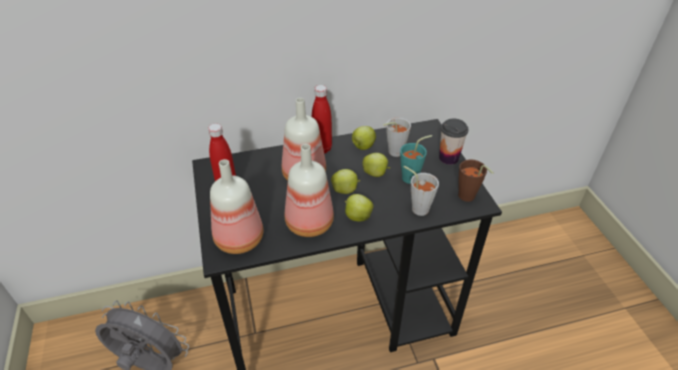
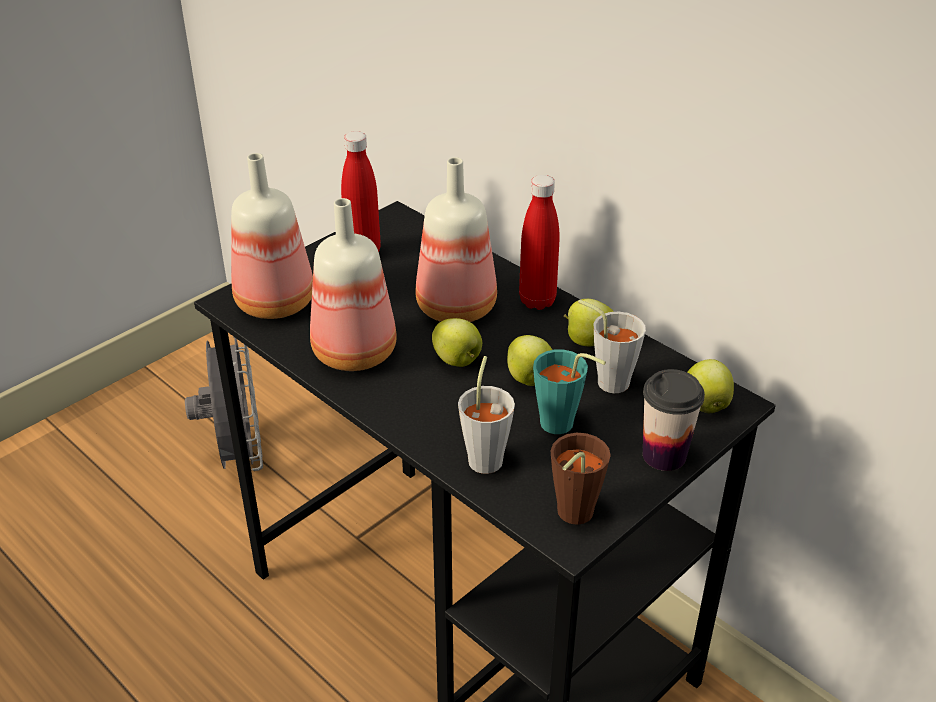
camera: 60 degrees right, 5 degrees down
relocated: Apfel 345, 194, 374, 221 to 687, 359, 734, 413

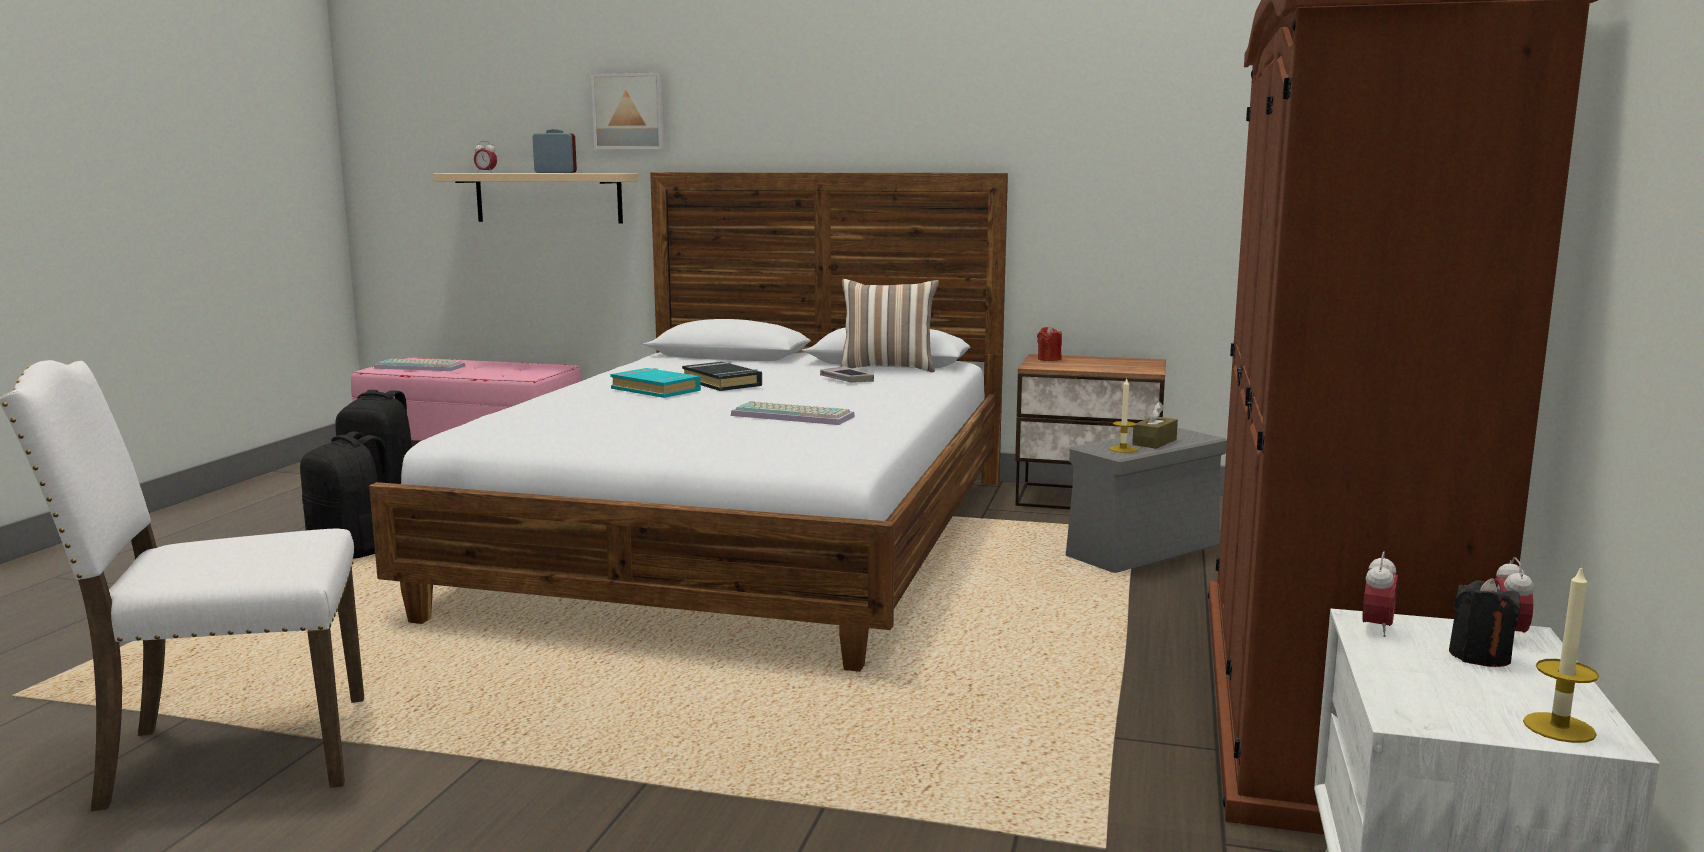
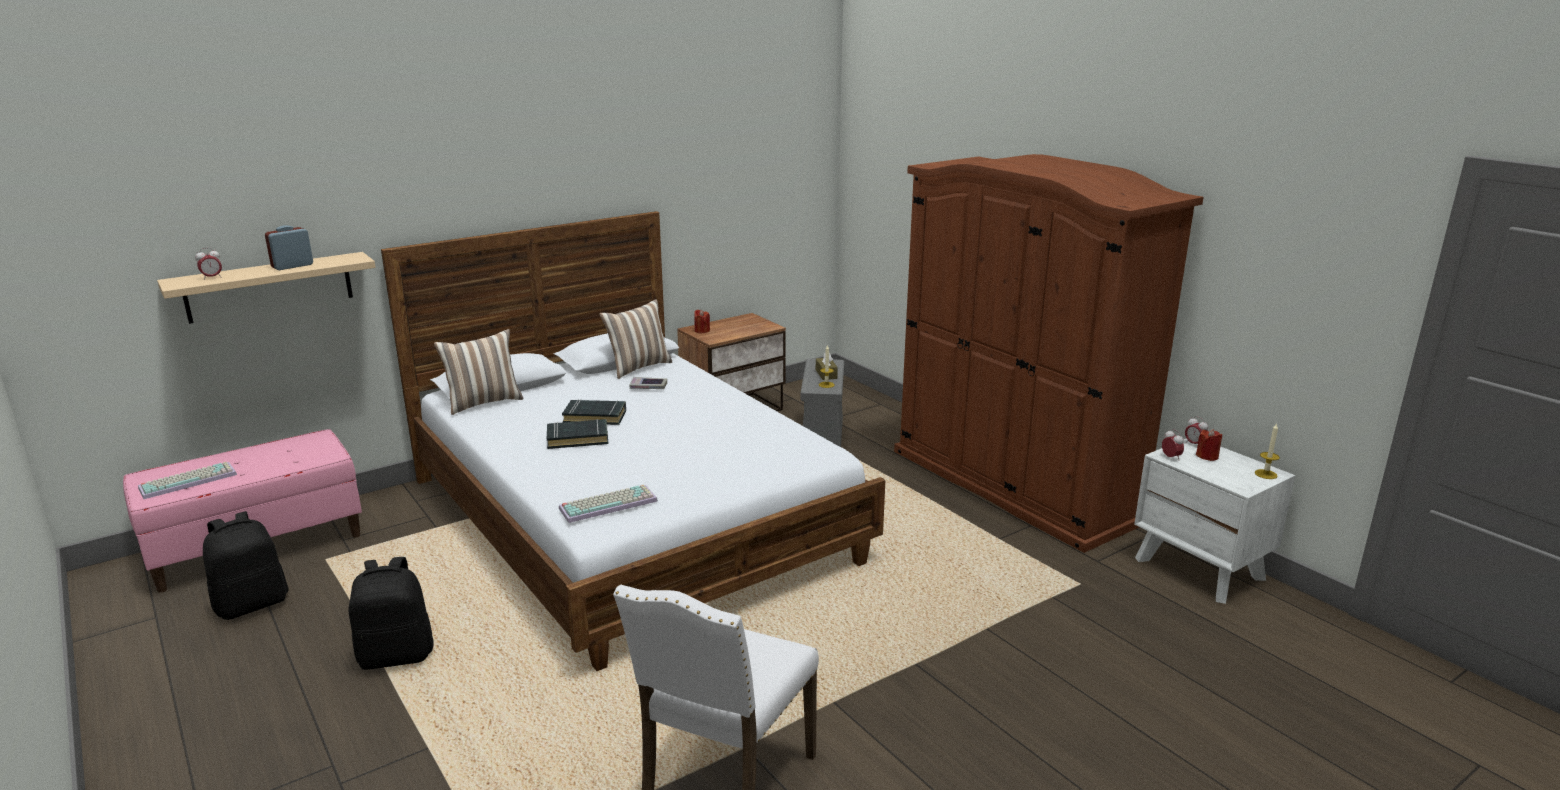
camera: 50 degrees left, 10 degrees up
missing: Bild 591, 73, 665, 150
appeared: Kissen 434, 329, 524, 415
relocated: Tastatur 731, 401, 855, 425 to 559, 484, 658, 523
colour: Buch [türkis] 610, 368, 701, 398 to Buch [schwarz] 547, 419, 609, 449; Kerze [schwarz] 1449, 578, 1521, 667 to Kerze [rot] 1196, 429, 1222, 461

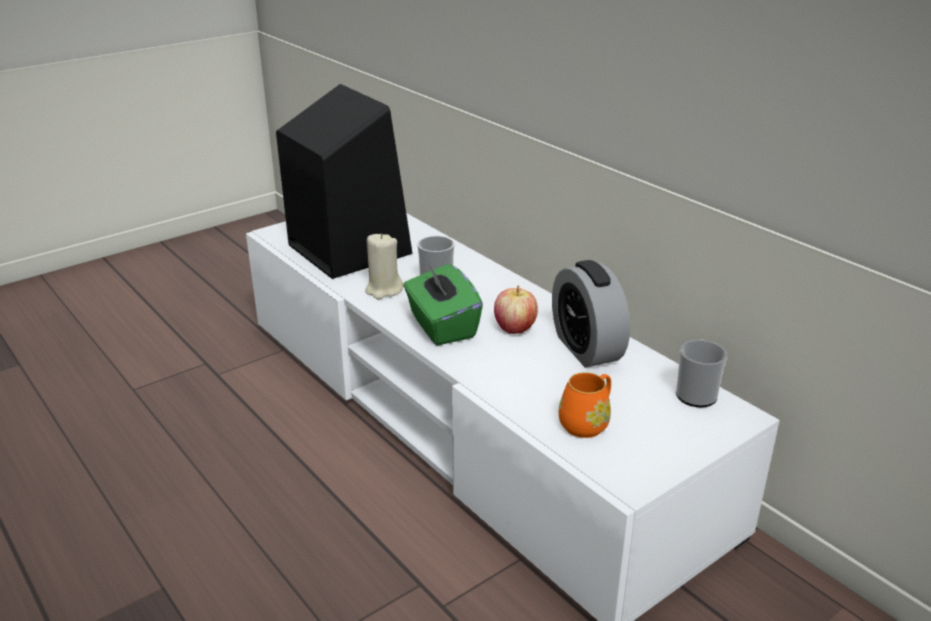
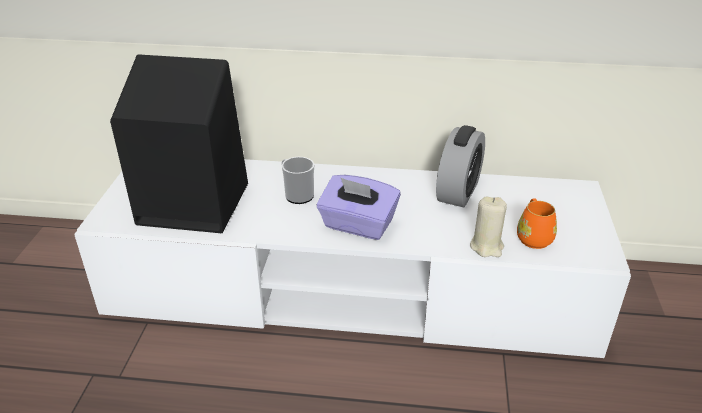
camera: 45 degrees left, 5 degrees up
missing: Apfel 494, 285, 538, 334; Henkelbecher 676, 339, 727, 407
relocated: Kerze [beige] 365, 233, 404, 299 to 470, 197, 507, 257
colour: Taschentuchbox [grün] 403, 261, 483, 346 to Taschentuchbox [lila] 317, 175, 401, 240
spun: Wecker 552, 260, 630, 368 = 436, 125, 485, 208 90 degrees counterclockwise

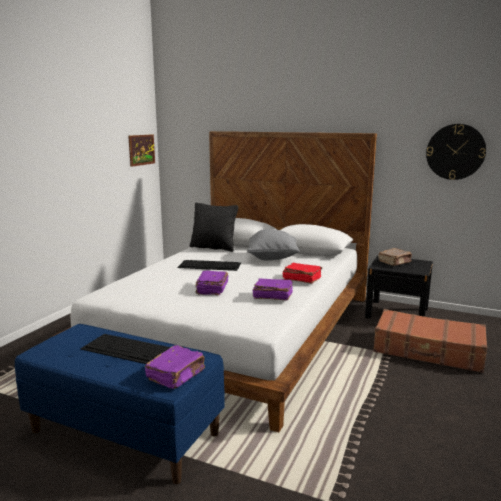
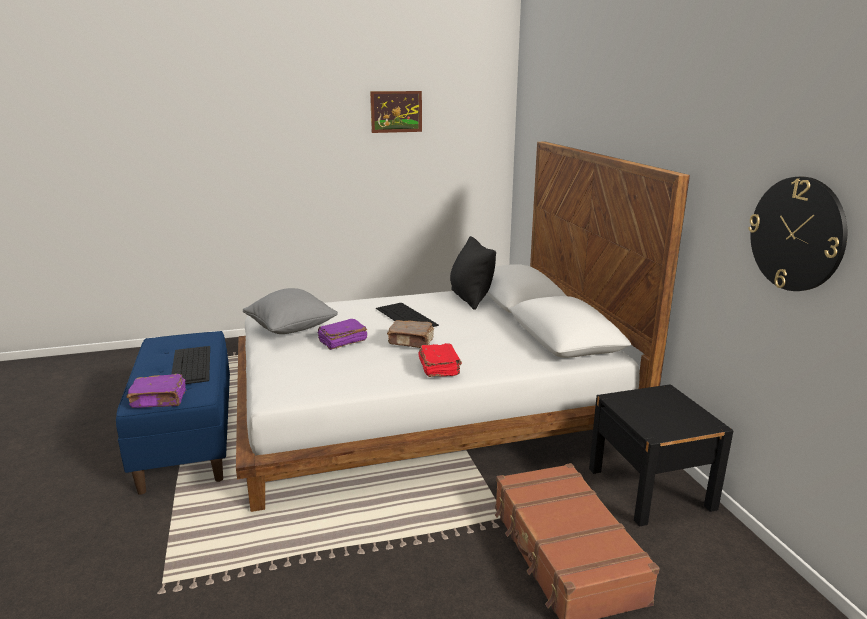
camera: 50 degrees right, 5 degrees up
missing: Buch [lila] 252, 278, 293, 300
relocated: Kissen [grau] 247, 229, 300, 261 to 243, 288, 338, 334; Bild 128, 134, 155, 167 to 370, 91, 422, 133; Buch [braun] 379, 248, 412, 266 to 387, 320, 434, 348

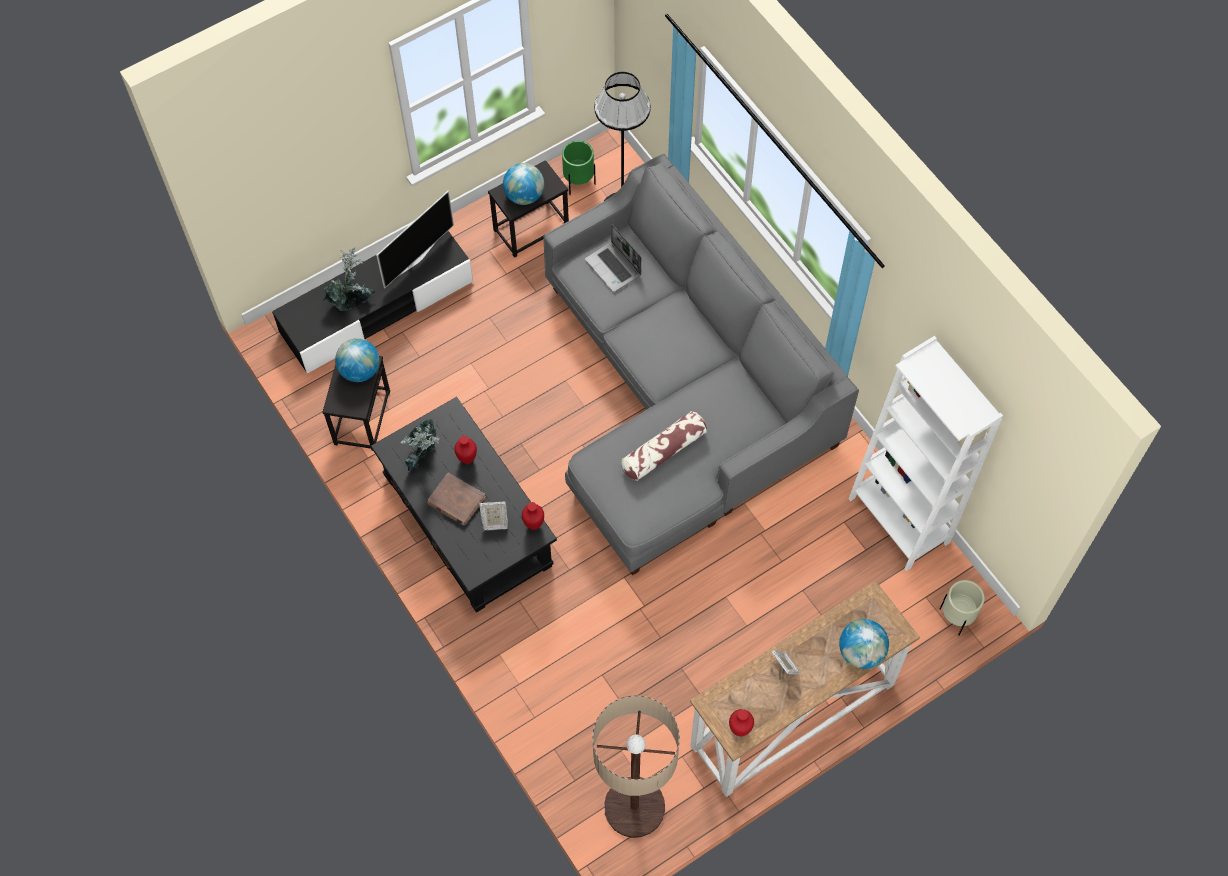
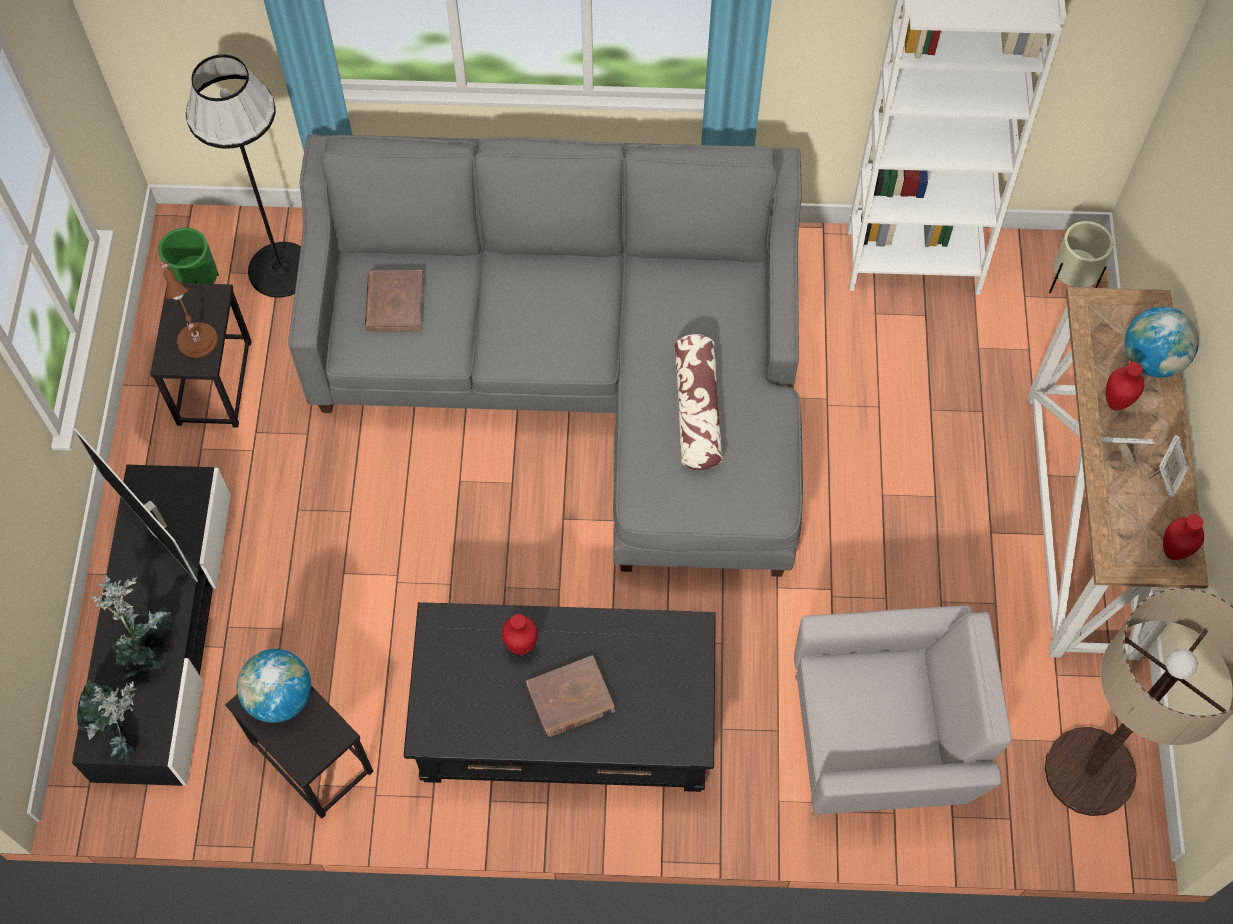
camera: 55 degrees left, 0 degrees up
appeared: Sessel [grau] 794, 606, 1012, 819
relocated: Topfpflanze 401, 419, 440, 471 to 77, 680, 137, 764; Vase [rot] 522, 502, 544, 530 to 1106, 362, 1144, 410; Bilderrahmen 479, 501, 508, 530 to 1148, 435, 1189, 497
exchanged: Globus 503, 163, 544, 205 to Tischlampe [braun] 161, 261, 218, 358; Laptop 585, 224, 641, 292 to Buch [braun] 365, 270, 423, 332
spun: Fernseher 376, 191, 454, 289 = 74, 428, 198, 582 150 degrees clockwise

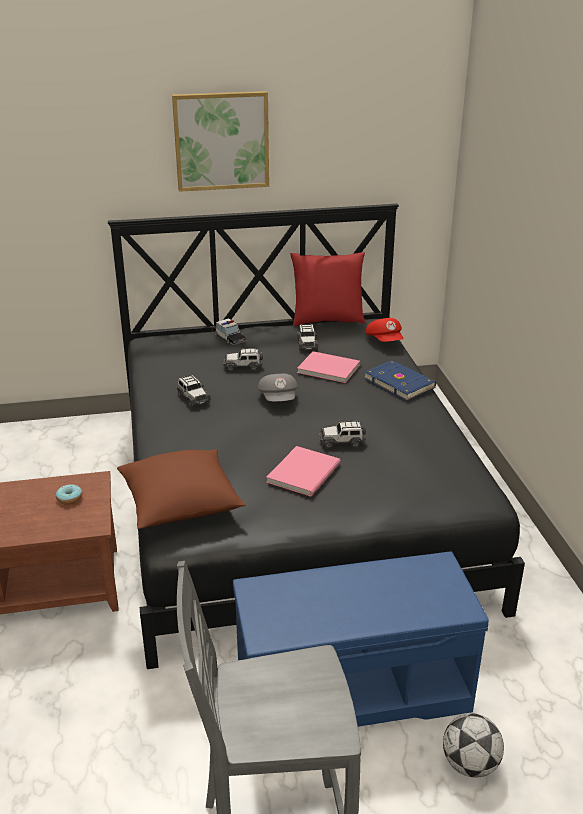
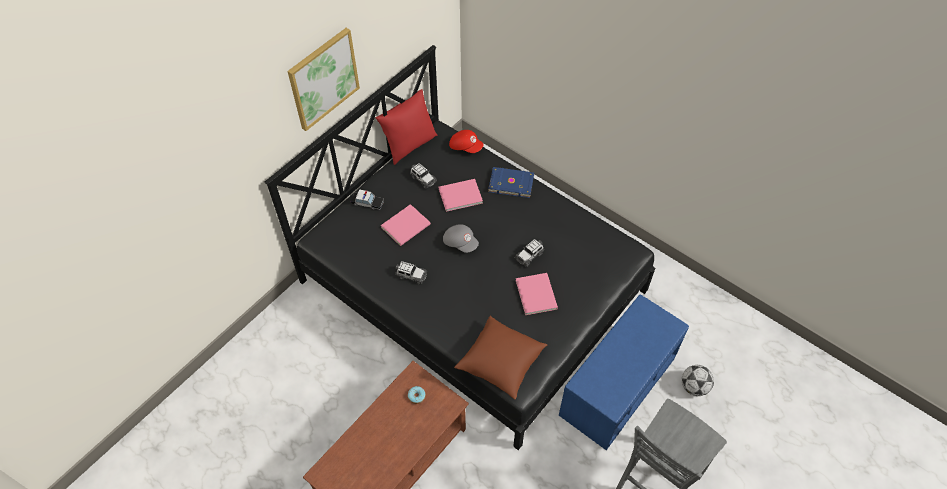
camera: 40 degrees left, 25 degrees up
exchanged: Spielzeugauto 223, 348, 263, 371 to Buch [rosa] 381, 204, 431, 246

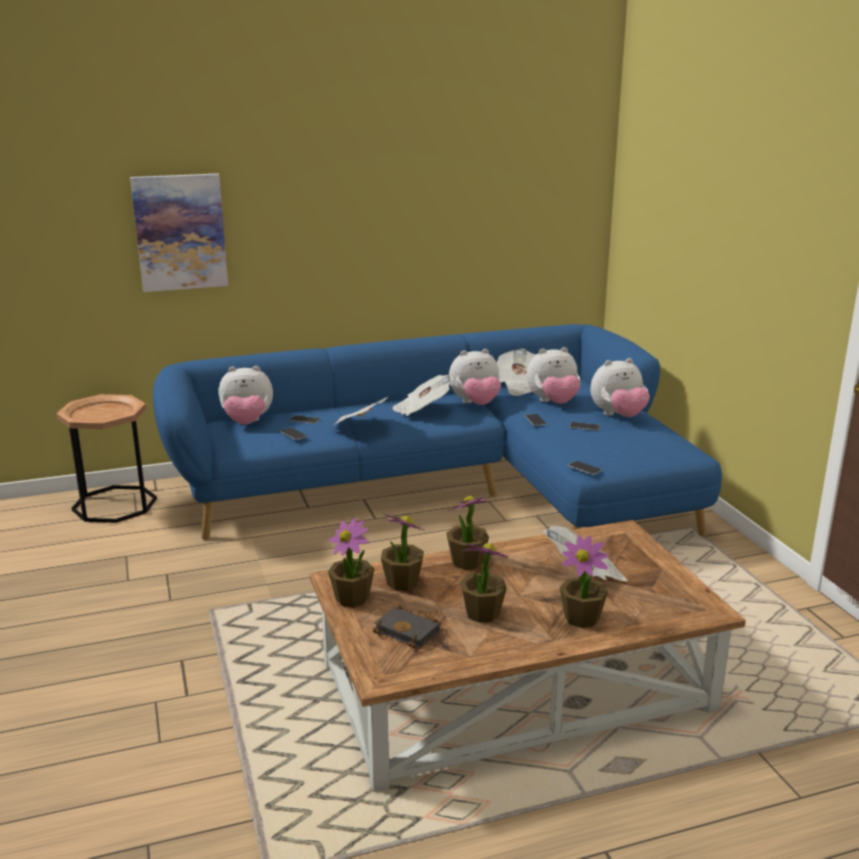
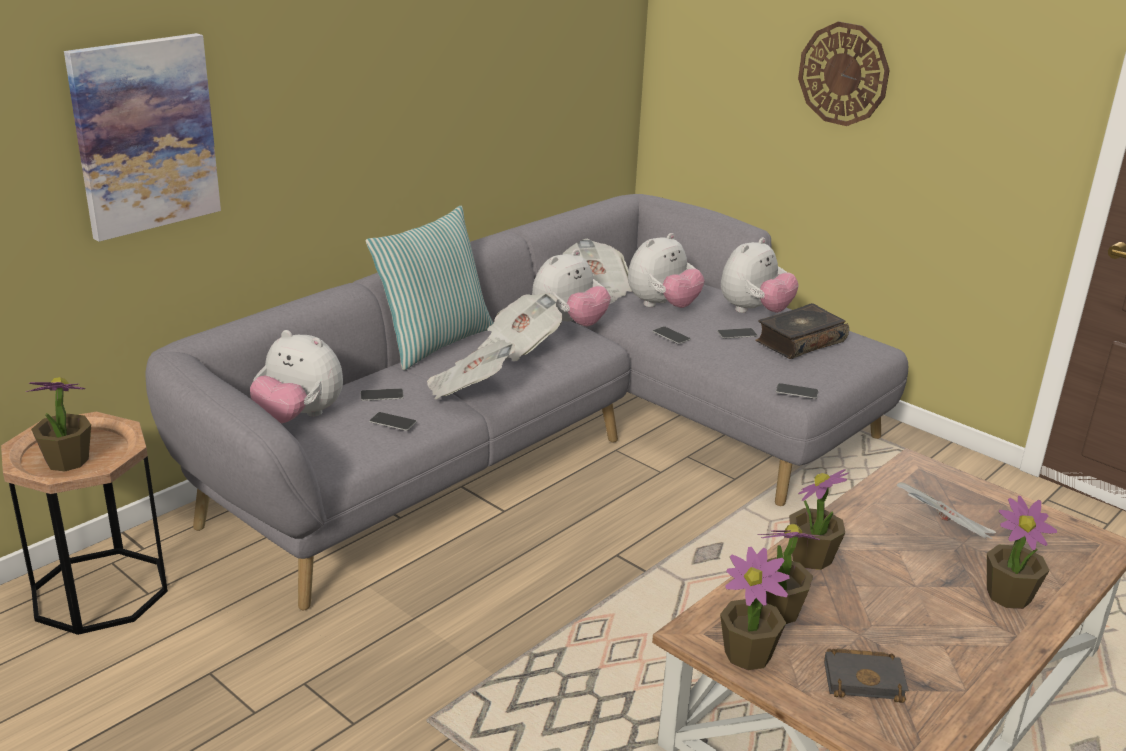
camera: 30 degrees left, 5 degrees up
appeared: Kissen 366, 206, 493, 370; Buch 756, 303, 849, 359; Wanduhr 798, 21, 890, 126
relocated: Topfpflanze 460, 543, 508, 623 to 26, 377, 91, 471
colour: Sofa [blau] 153, 324, 722, 540 to Sofa [grau] 145, 194, 908, 610
spun: Plüschtier 219, 366, 273, 425 = 250, 330, 343, 423 60 degrees clockwise

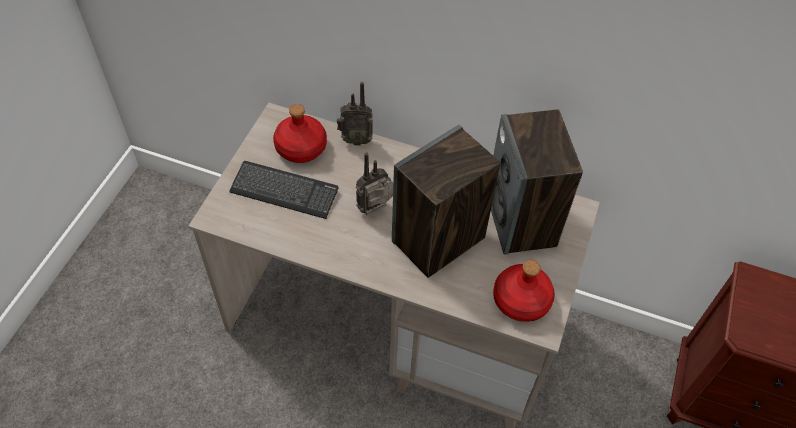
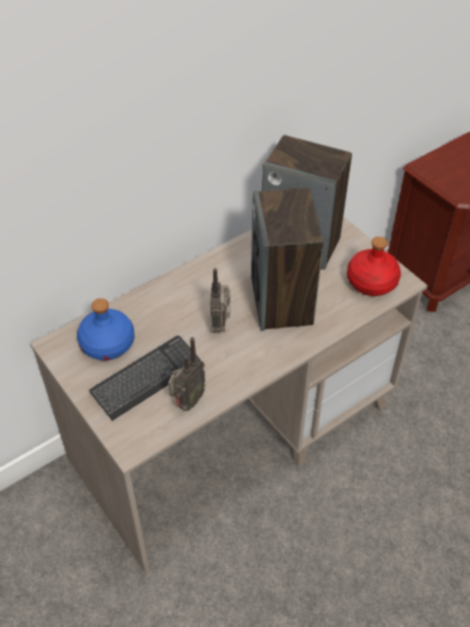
camera: 55 degrees left, 5 degrees down
relocated: Radio 337, 82, 373, 146 to 168, 337, 206, 411
colour: Flasche [rot] 273, 104, 327, 163 to Flasche [blau] 77, 298, 135, 360

